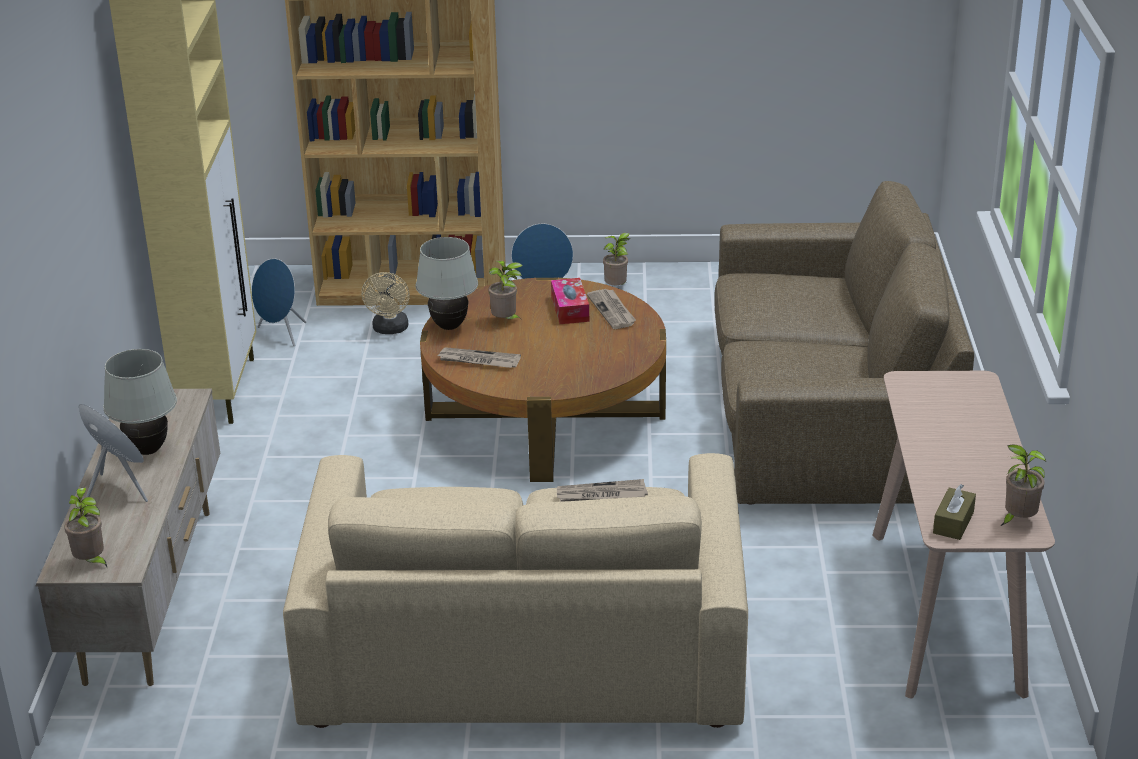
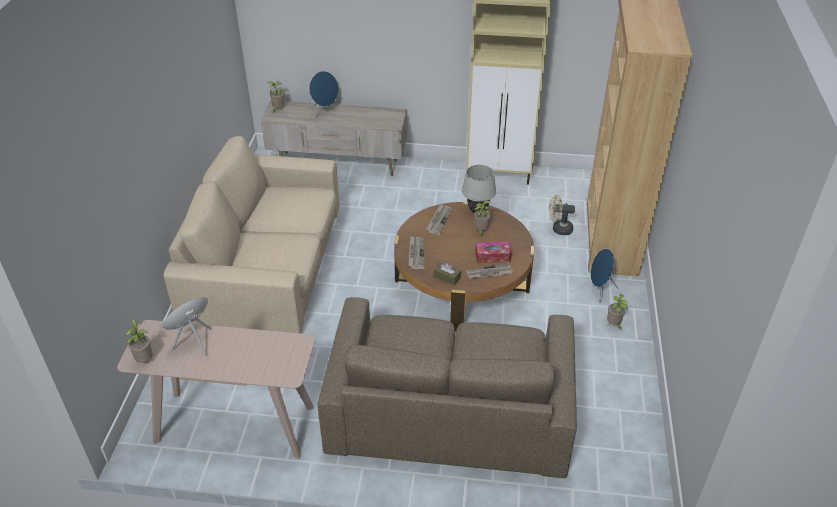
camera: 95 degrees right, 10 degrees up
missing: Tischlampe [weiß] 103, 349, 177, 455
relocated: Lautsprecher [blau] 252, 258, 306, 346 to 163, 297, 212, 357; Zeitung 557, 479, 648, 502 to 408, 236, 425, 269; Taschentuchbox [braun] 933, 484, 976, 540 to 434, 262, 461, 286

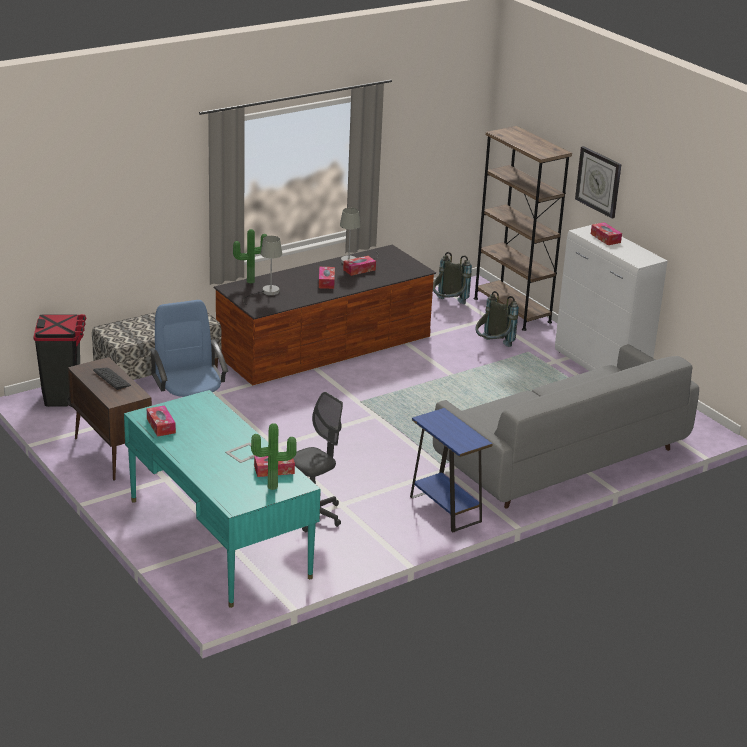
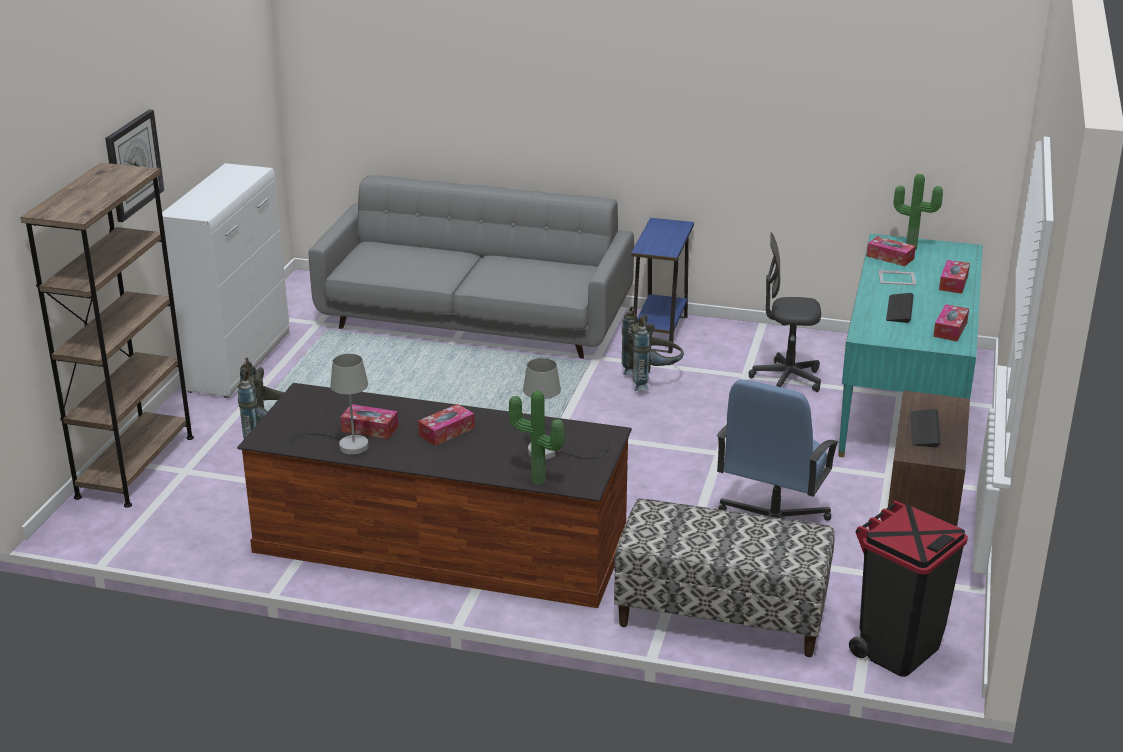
camera: 130 degrees left, 0 degrees up
appeared: Tastatur 886, 293, 914, 323
relocated: Rucksack [grau] 433, 252, 472, 304 to 622, 306, 684, 391; Taschentuchbox 591, 222, 622, 245 to 939, 260, 970, 294

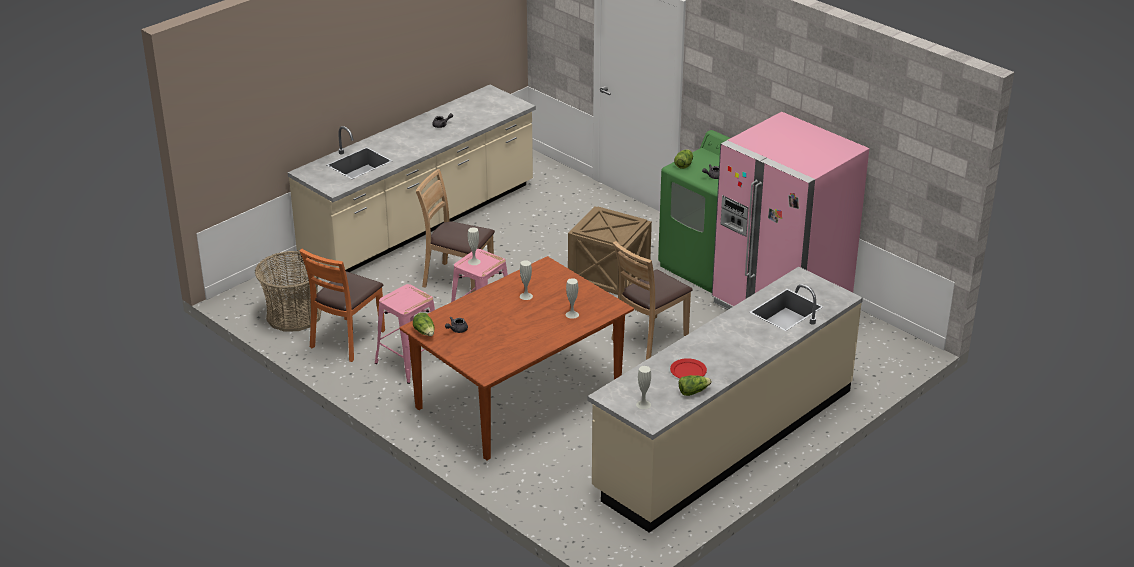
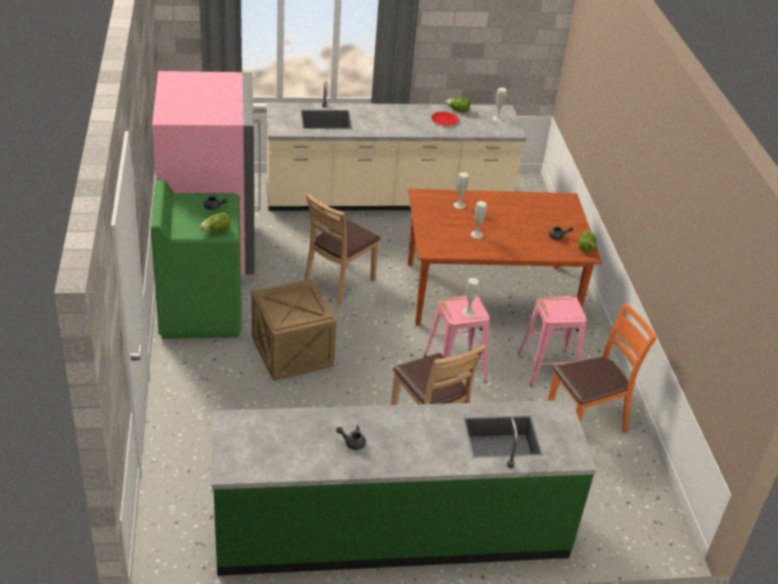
camera: 145 degrees left, 5 degrees up
missing: Korb 255, 251, 322, 332
colour: Küchenzeile [beige] 288, 85, 536, 272 to Küchenzeile [grün] 212, 400, 597, 576
spun: Stuhl [braun] 611, 241, 693, 360 = 304, 193, 380, 306 135 degrees clockwise

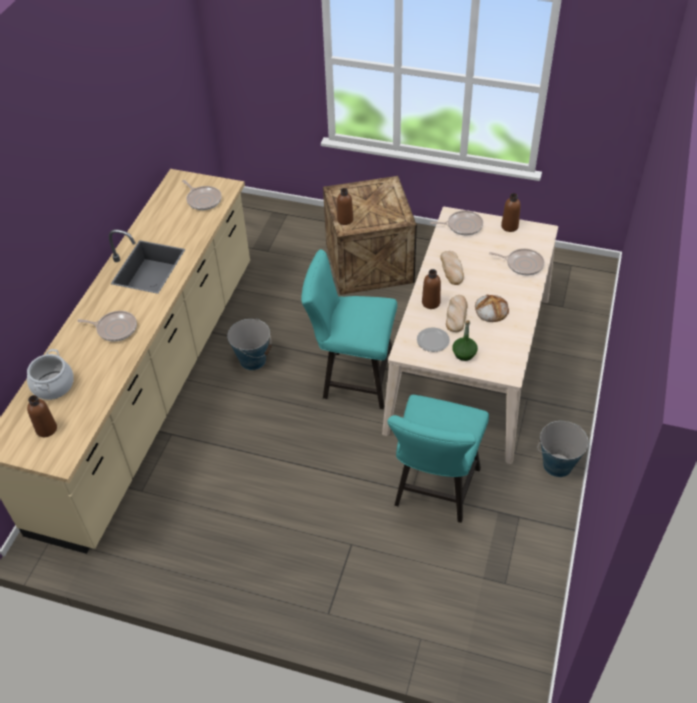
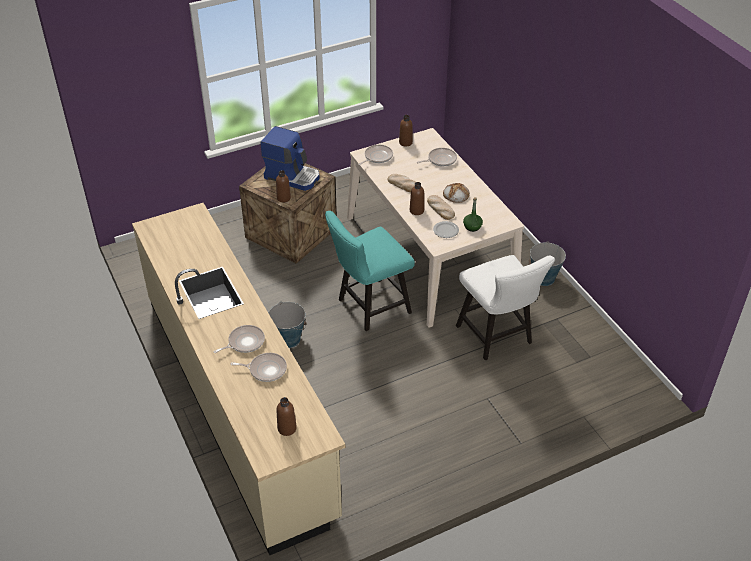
camera: 45 degrees left, 5 degrees down
missing: Kochtopf 27, 349, 74, 400
appeared: Kaffeemaschine 260, 126, 320, 191
relocated: Pfanne 182, 180, 222, 210 to 231, 353, 287, 382
colour: Stuhl [türkis] 387, 395, 489, 523 to Stuhl [weiß] 456, 255, 555, 360

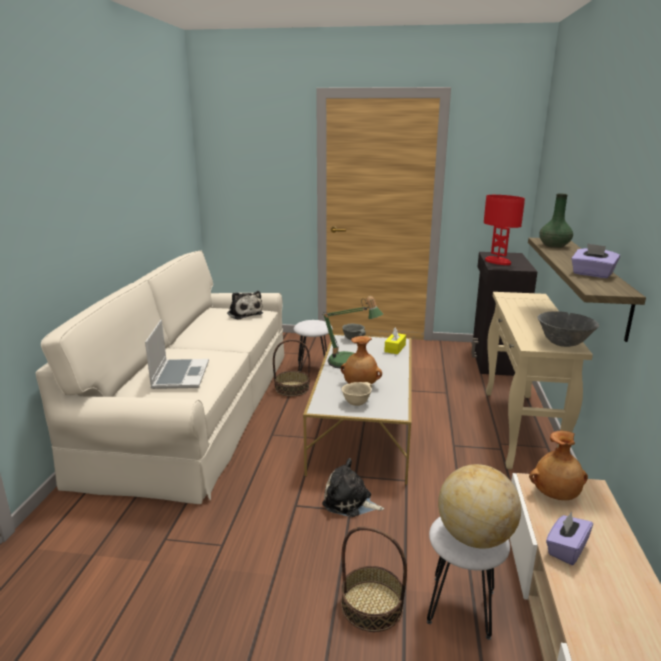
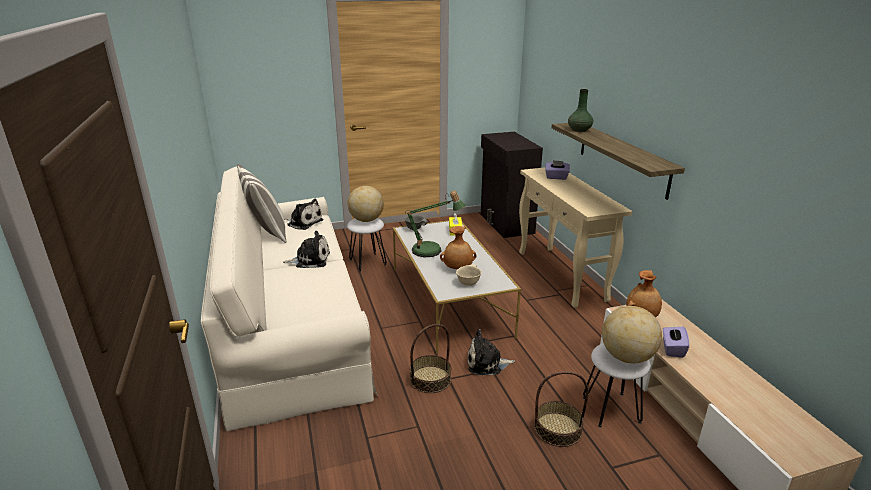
camera: 25 degrees left, 5 degrees up
missing: Laptop 145, 320, 209, 389; Tischlampe [rot] 484, 195, 525, 265; Schüssel [grau] 537, 311, 599, 347
appeared: Kissen 237, 164, 286, 243; Plüschtier 283, 231, 330, 268; Globus 347, 186, 384, 222
relocated: Korb 273, 339, 310, 397 to 410, 324, 452, 393; Taschentuchbox [lila] 571, 243, 620, 278 to 545, 160, 570, 180

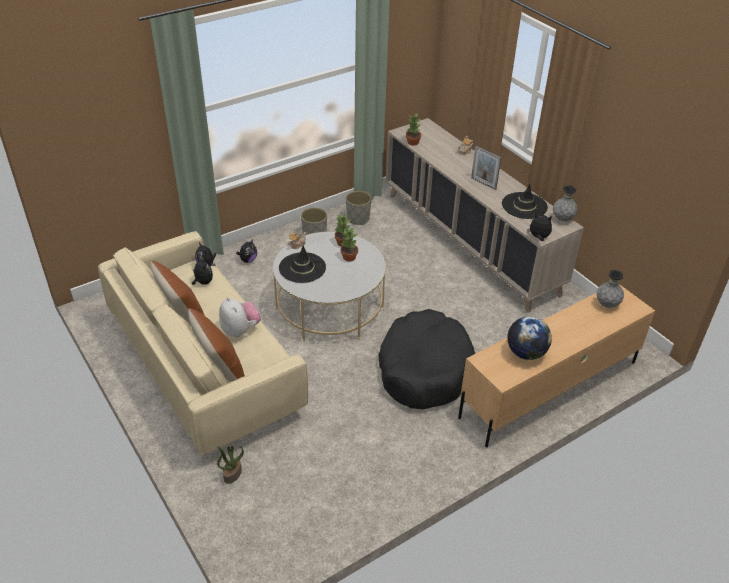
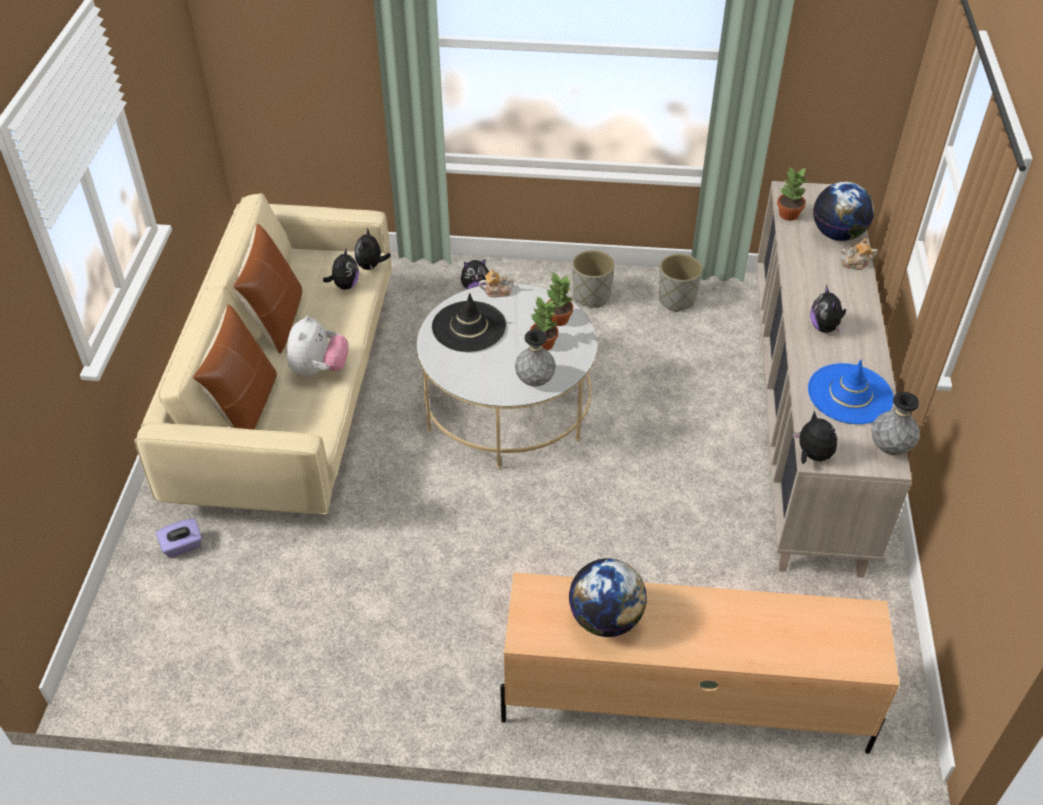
camera: 40 degrees right, 5 degrees up
missing: Hundebett [schwarz] 379, 309, 475, 410
appeared: Globus 813, 182, 874, 241
relocated: Vase [grau] 596, 270, 624, 308 to 515, 329, 556, 387
exchanged: Topfpflanze 217, 445, 244, 484 to Taschentuchbox [lila] 156, 519, 202, 558; Bilderrahmen 471, 146, 501, 190 to Plüschtier 810, 285, 846, 333
colour: Hut [schwarz] 502, 184, 548, 219 to Hut [blau] 808, 360, 894, 424

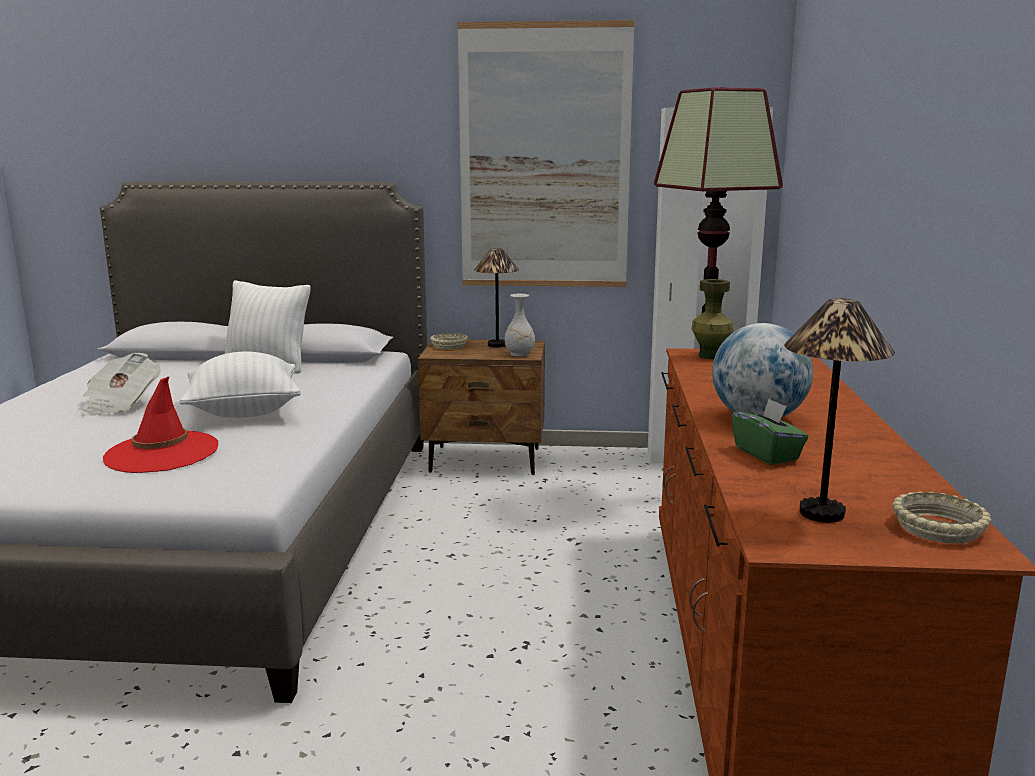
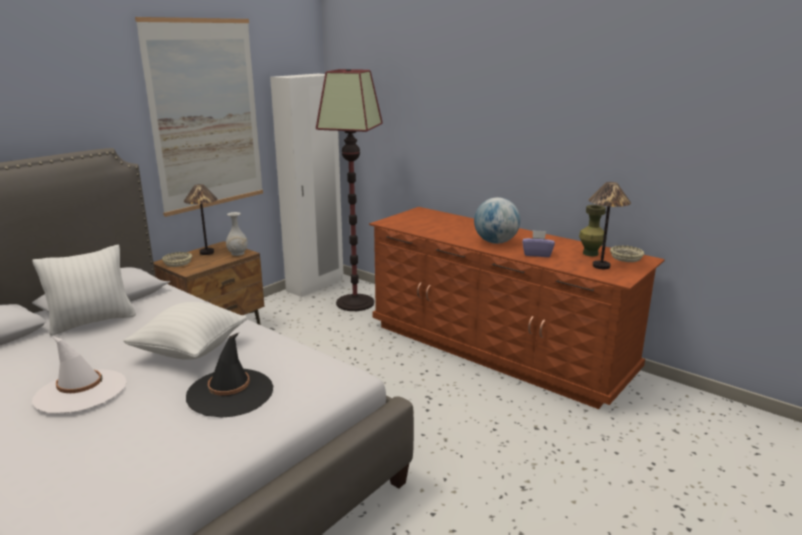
camera: 55 degrees left, 5 degrees up
relocated: Vase [grün] 691, 279, 733, 359 to 579, 205, 606, 256
exchanged: Zeitung 81, 353, 160, 416 to Hut [weiß] 32, 336, 127, 413
colour: Hut [rot] 103, 377, 218, 473 to Hut [schwarz] 186, 333, 273, 417; Taschentuchbox [grün] 731, 398, 809, 465 to Taschentuchbox [lila] 522, 230, 555, 257

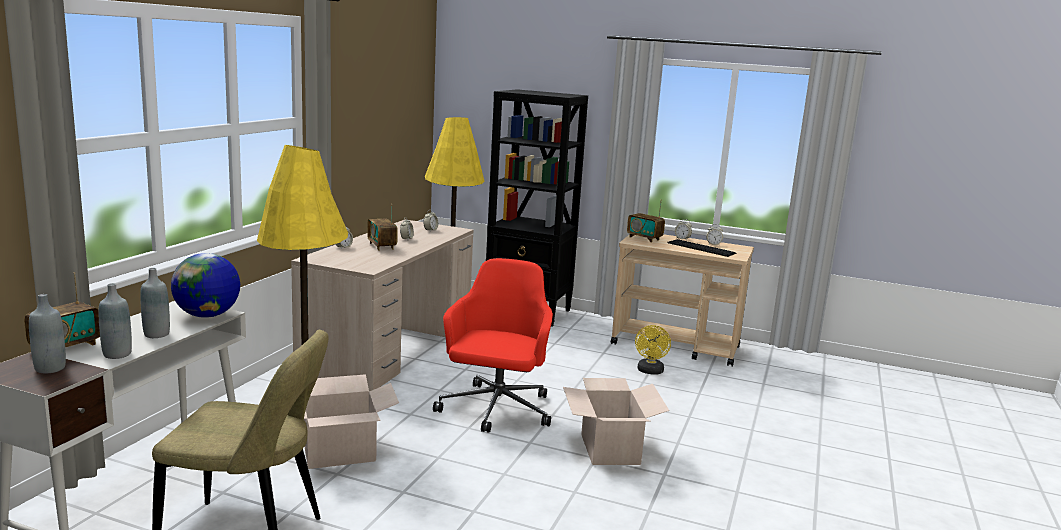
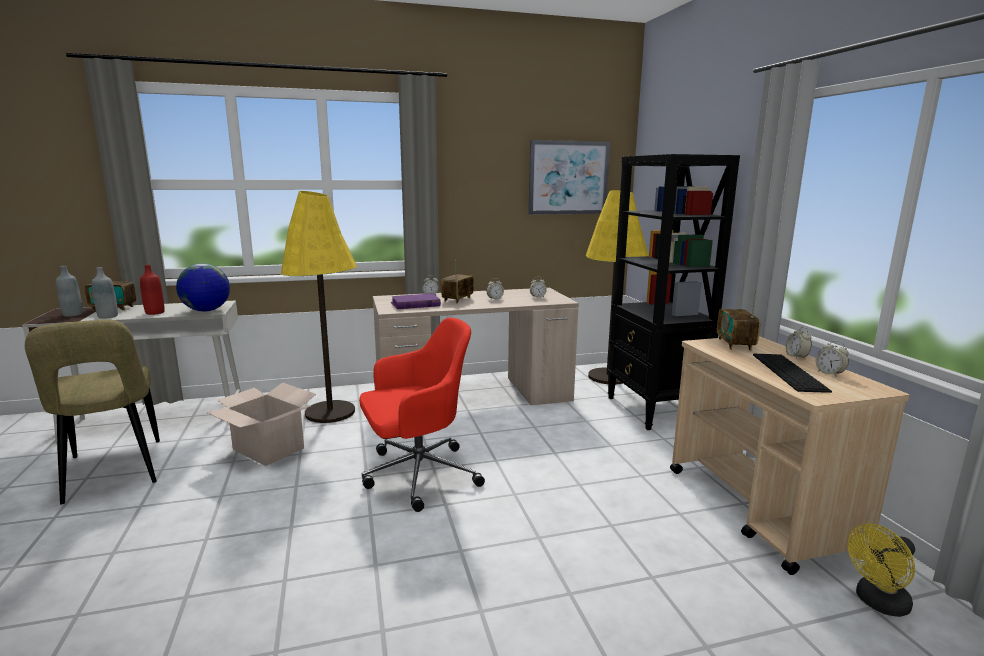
camera: 55 degrees right, 0 degrees up
missing: Karton 563, 378, 669, 465
appeared: Buch [lila] 391, 293, 441, 309; Bild 528, 140, 610, 215
relocated: Ventilator [gelb] 635, 325, 671, 375 to 848, 524, 915, 617
colour: Flasche [grau] 140, 268, 170, 338 to Flasche [rot] 140, 265, 165, 315

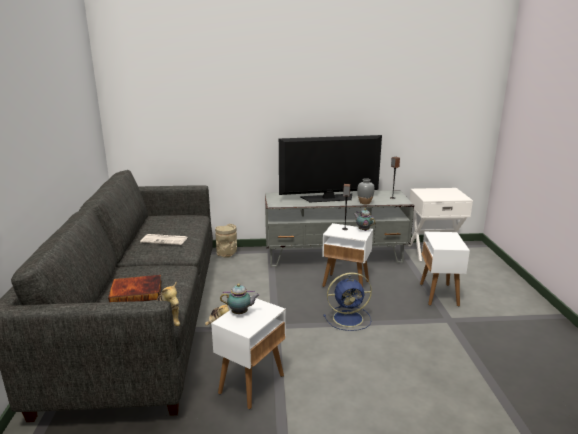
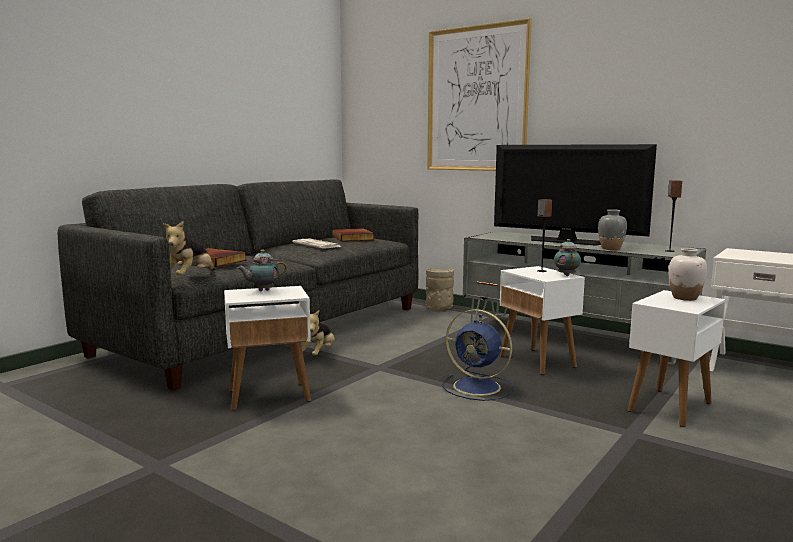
camera: 40 degrees right, 10 degrees down
appeared: Buch 332, 228, 374, 242; Bild 427, 18, 532, 171; Vase [weiß] 668, 248, 707, 301
spun: Teekanne 220, 283, 260, 314 = 237, 250, 287, 291 120 degrees clockwise

